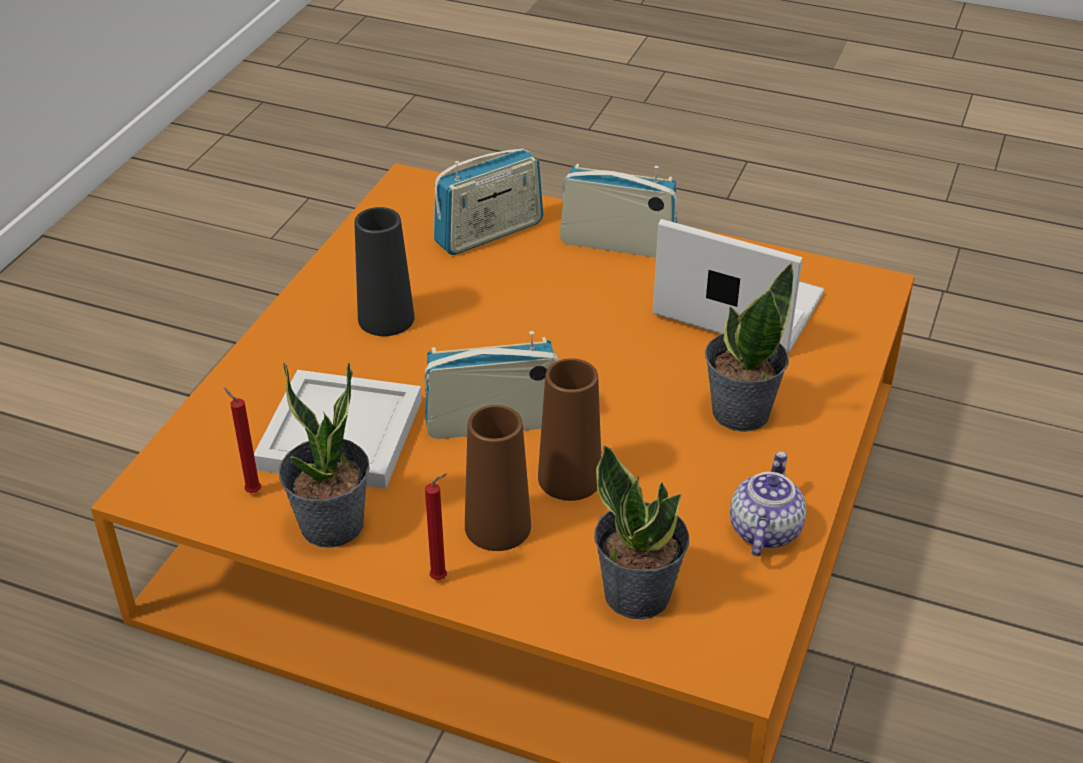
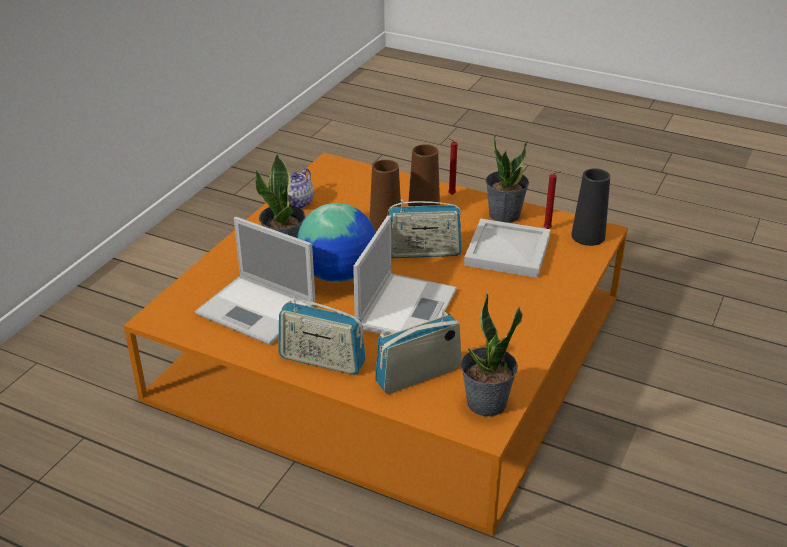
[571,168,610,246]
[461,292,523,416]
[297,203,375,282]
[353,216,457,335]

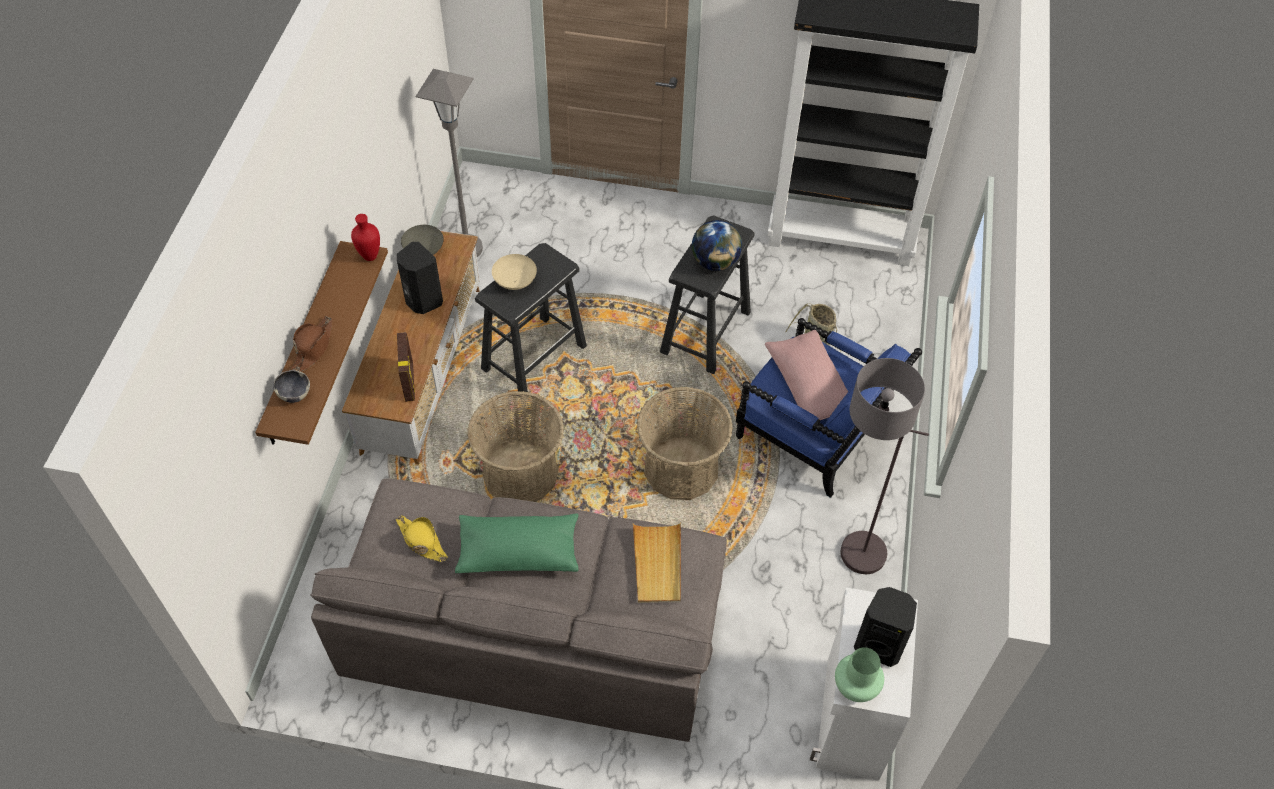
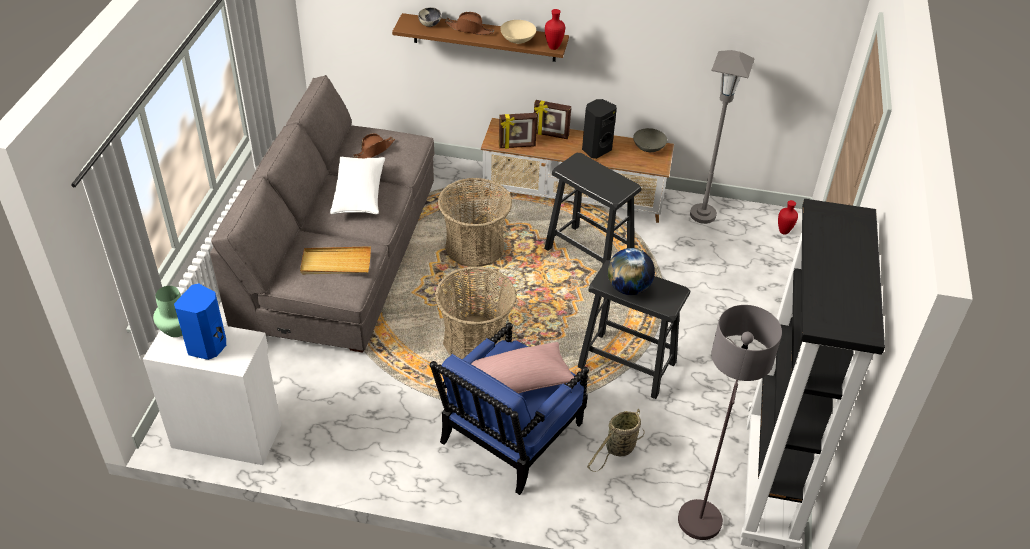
[353,133,395,158]
[330,157,385,214]
[500,20,536,44]
[678,305,782,540]
[174,284,226,360]
[534,100,571,139]
[778,200,798,234]

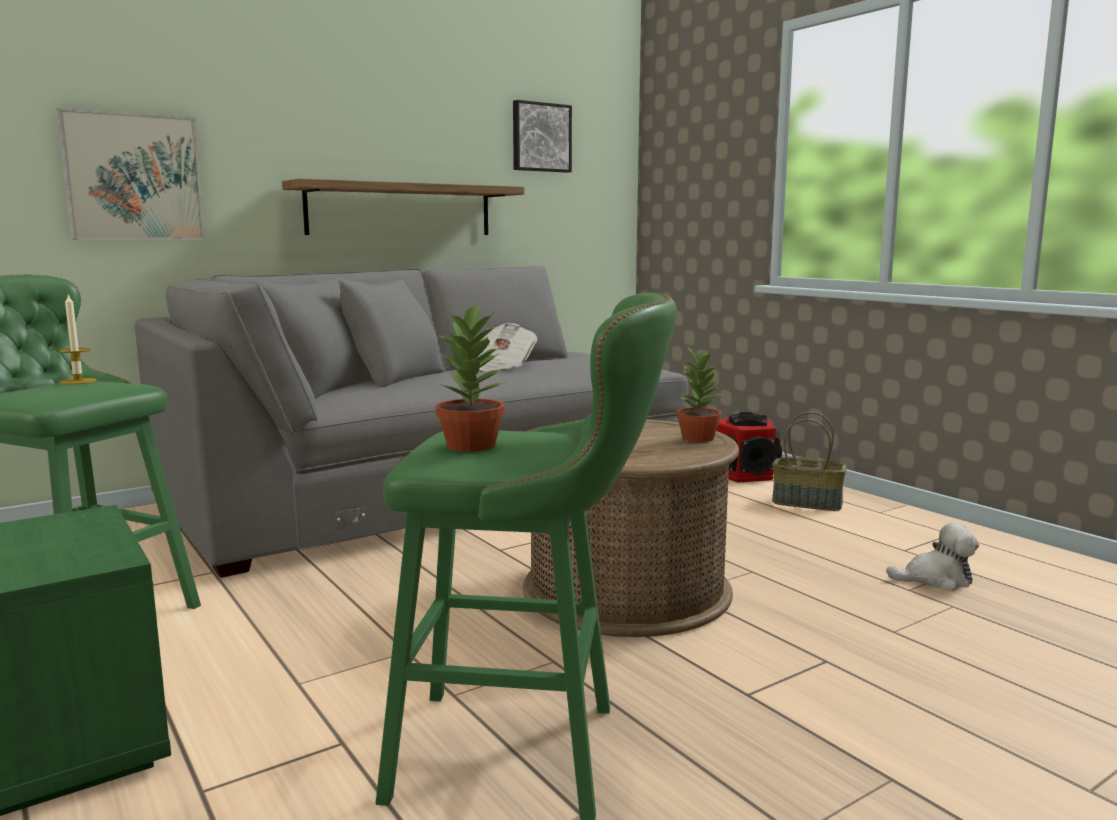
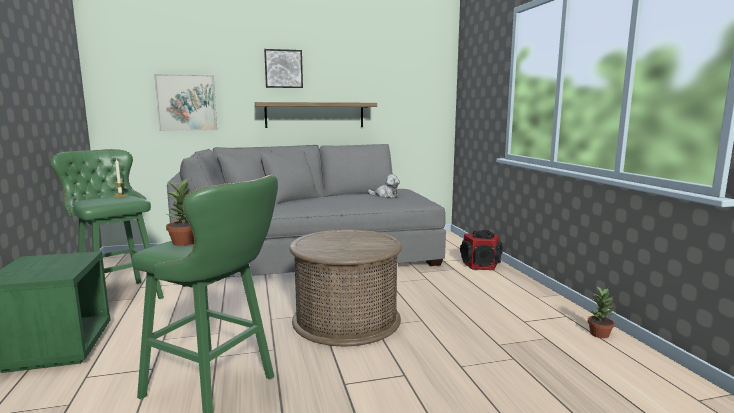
[477,323,538,371] (first image)
[264,49,303,88]
[588,287,615,338]
[772,412,847,511] (first image)
[368,174,400,198]

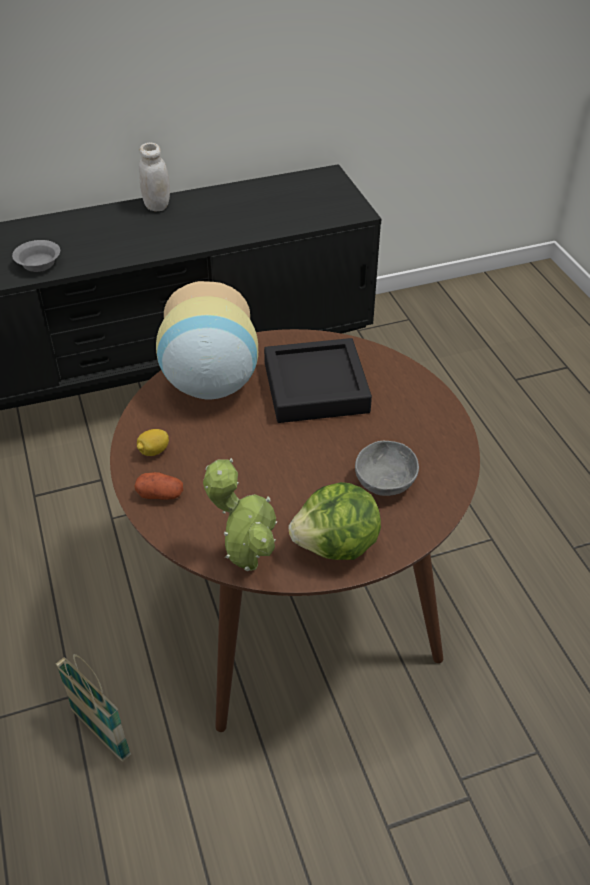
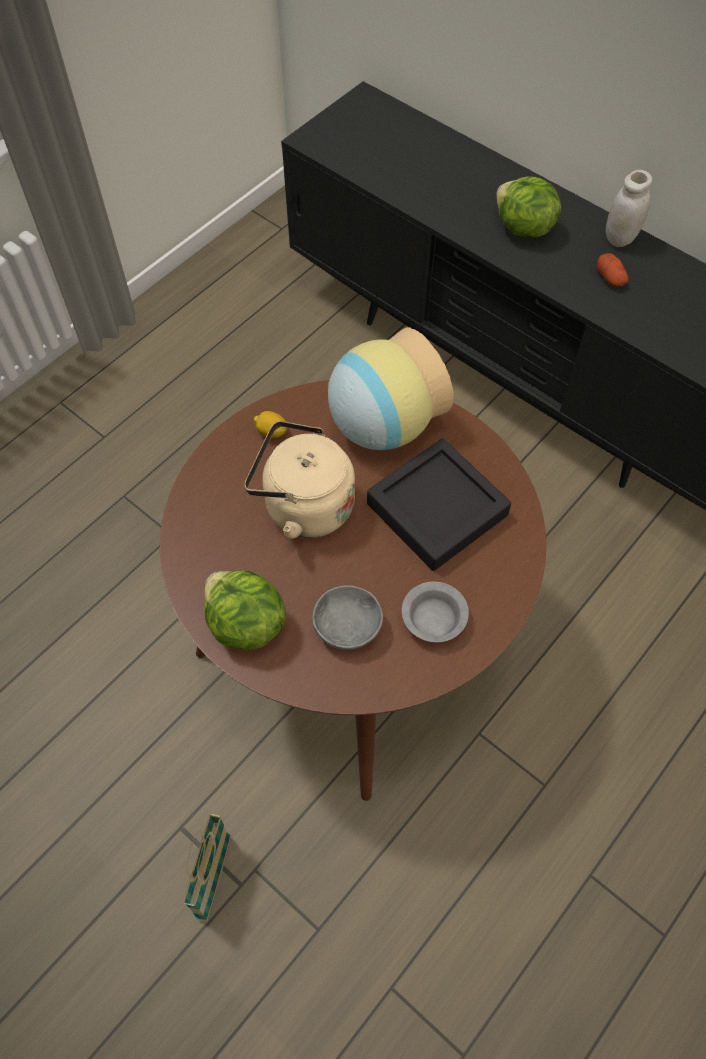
[402,582,469,642]
[183,812,231,922]
[597,253,628,287]
[203,458,277,571] (first image)
[244,421,355,539]
[496,177,561,237]

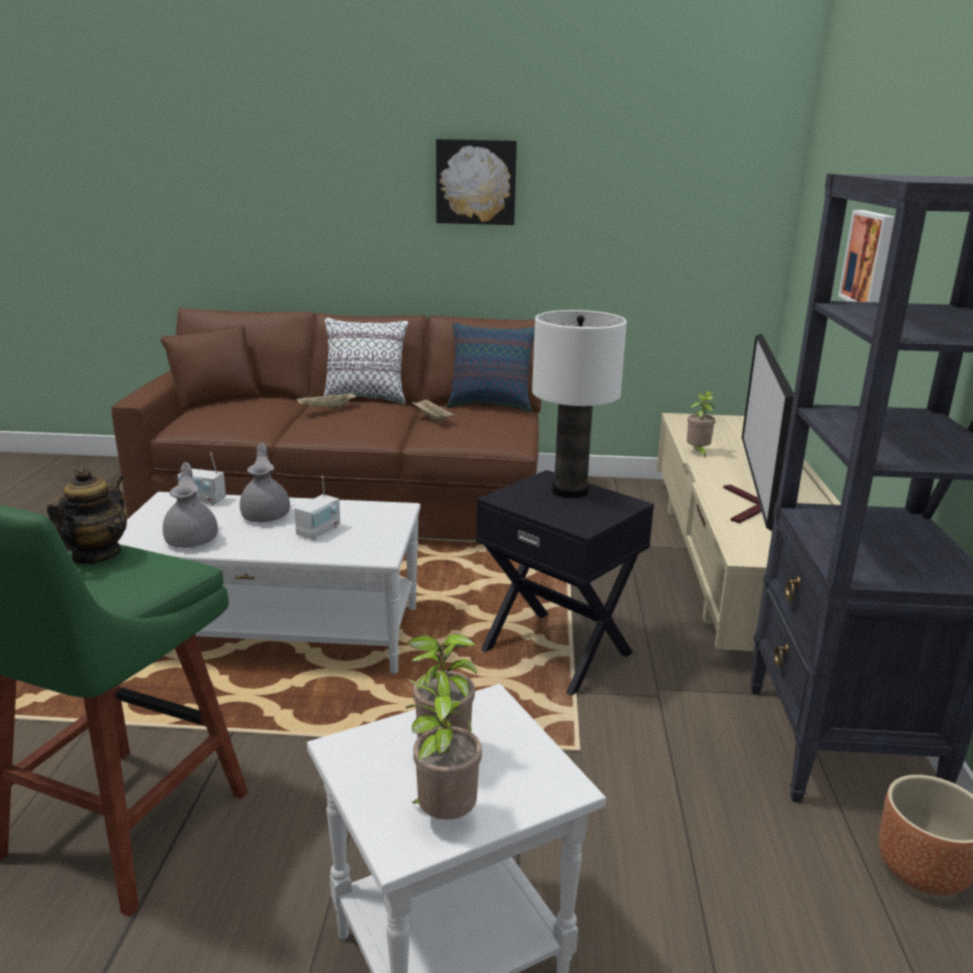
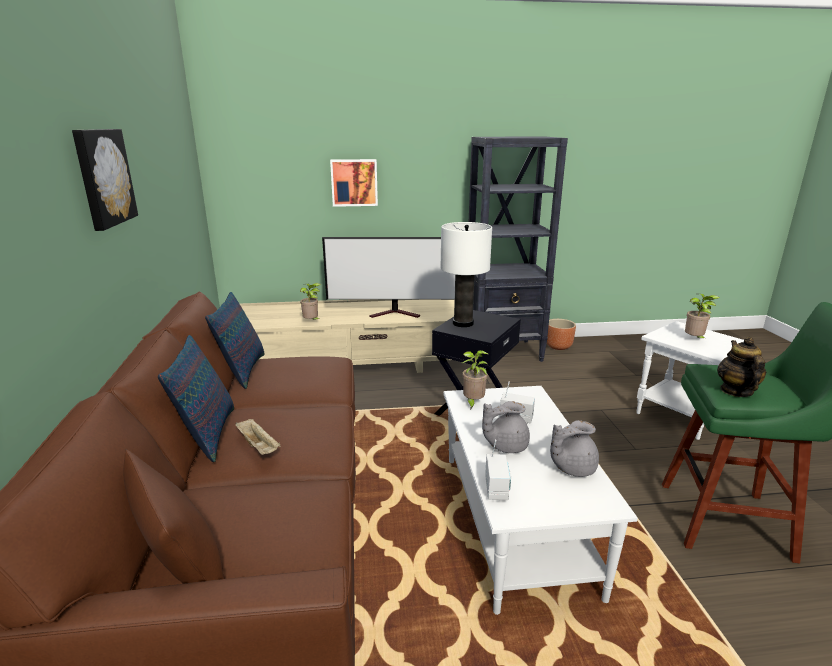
[717,337,766,397]
[158,335,234,462]
[462,350,488,410]
[412,399,454,422] (first image)

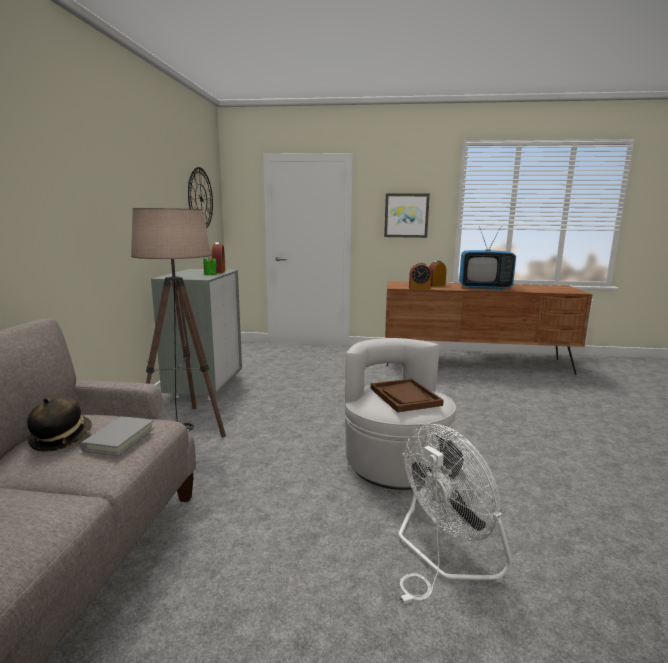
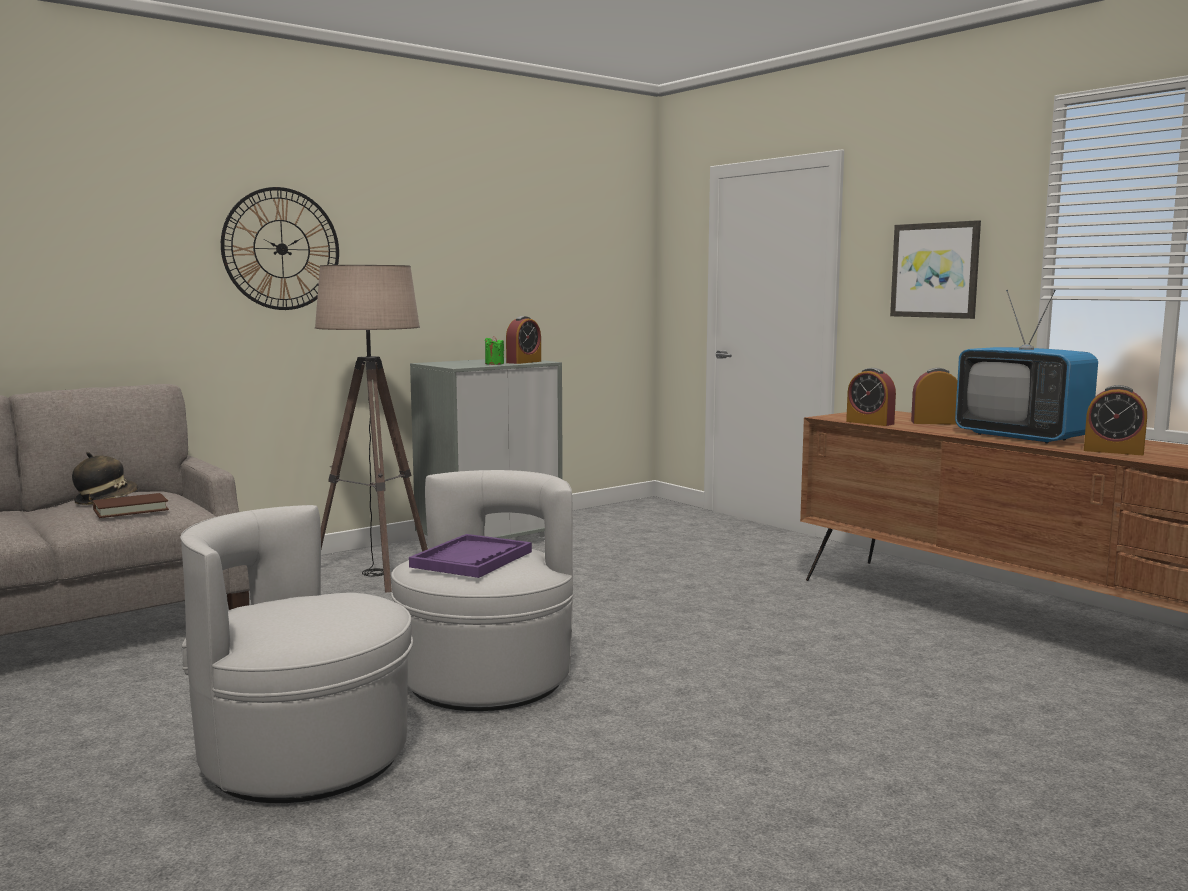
[93,493,169,518]
[221,187,339,310]
[409,534,532,578]
[180,505,413,803]
[1084,385,1147,455]

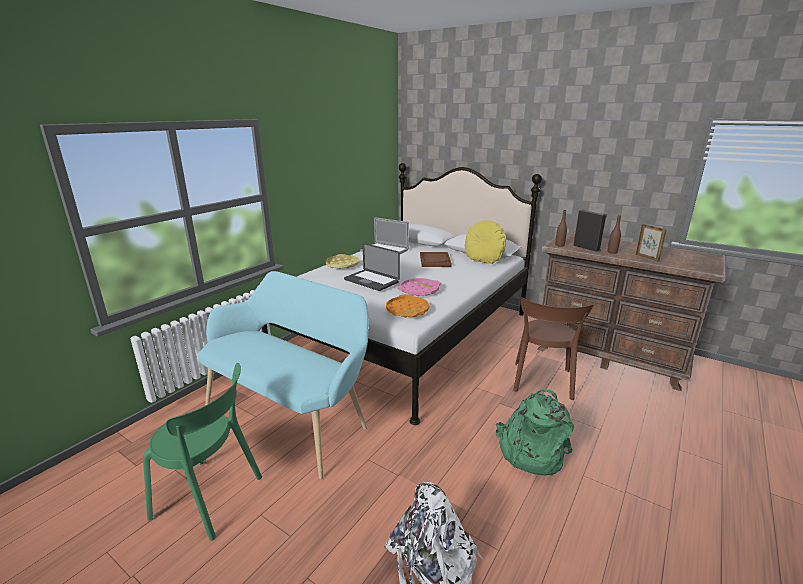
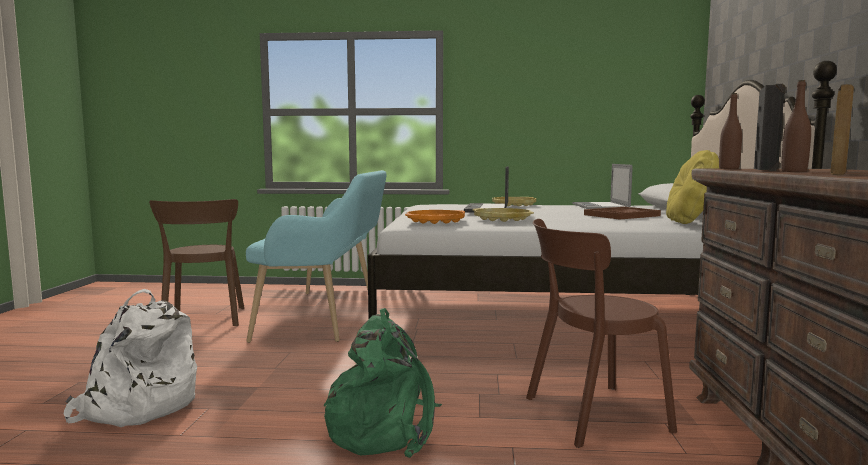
[149,199,244,326]
[472,208,534,222]

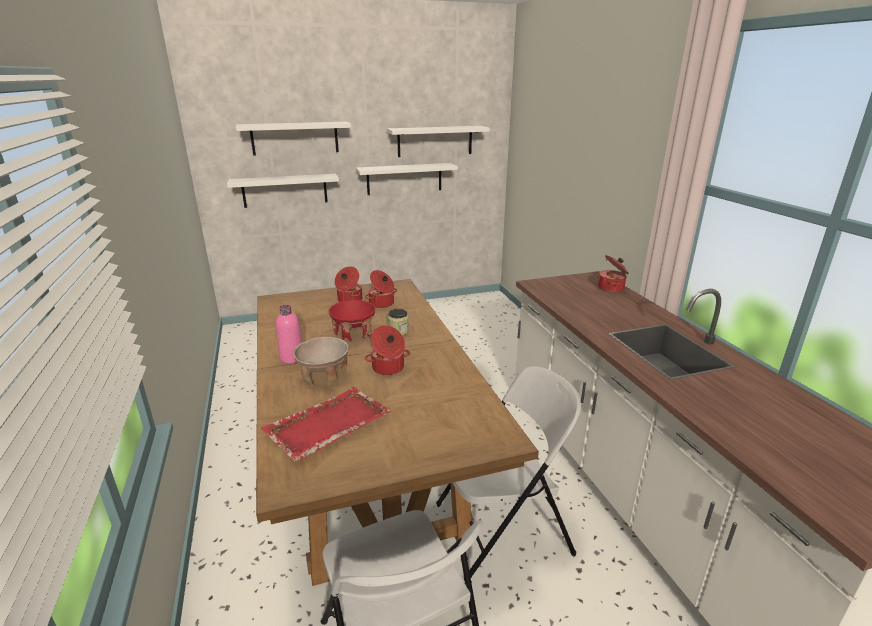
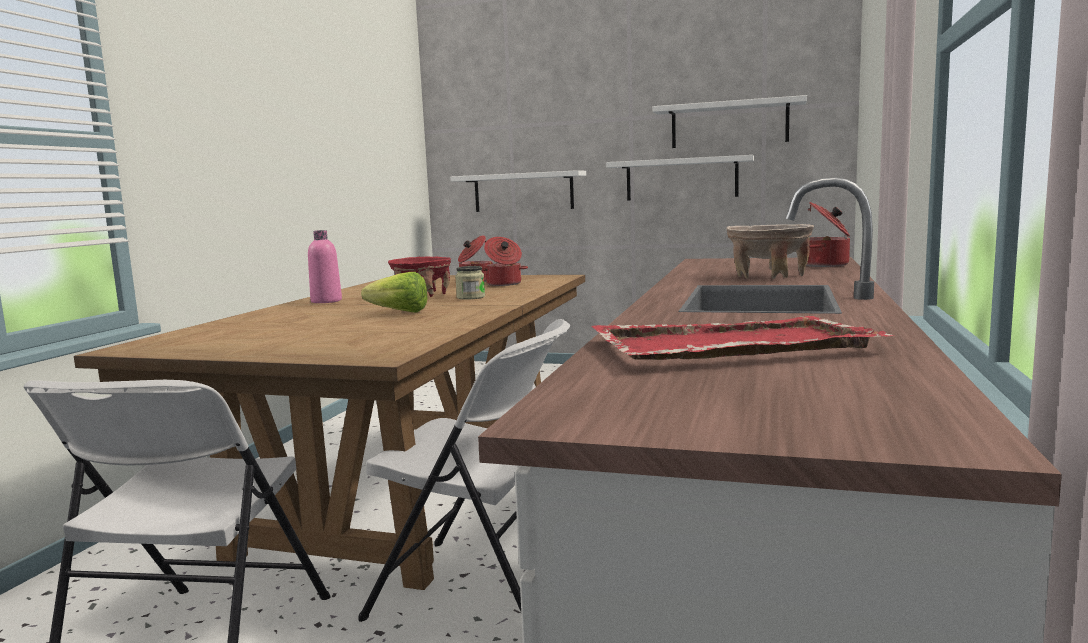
[236,122,351,156] (first image)
[591,316,895,360]
[726,224,814,279]
[361,272,428,312]

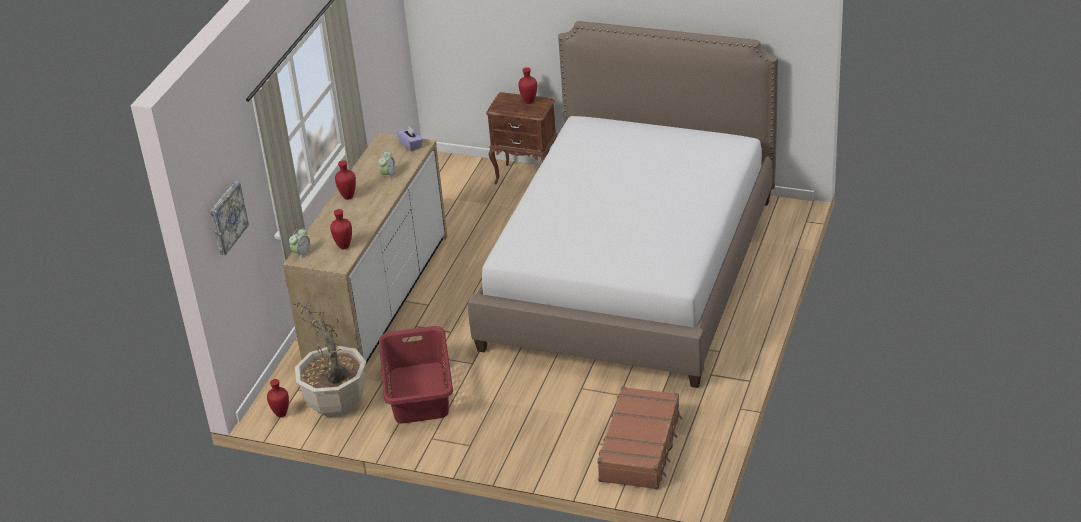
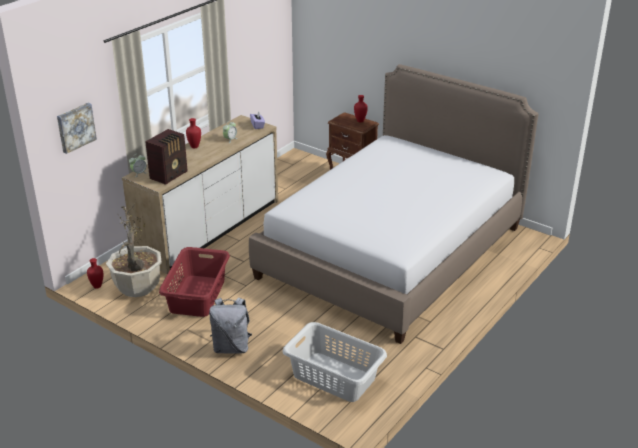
[146,129,188,185]
[283,322,387,402]
[209,297,252,354]

